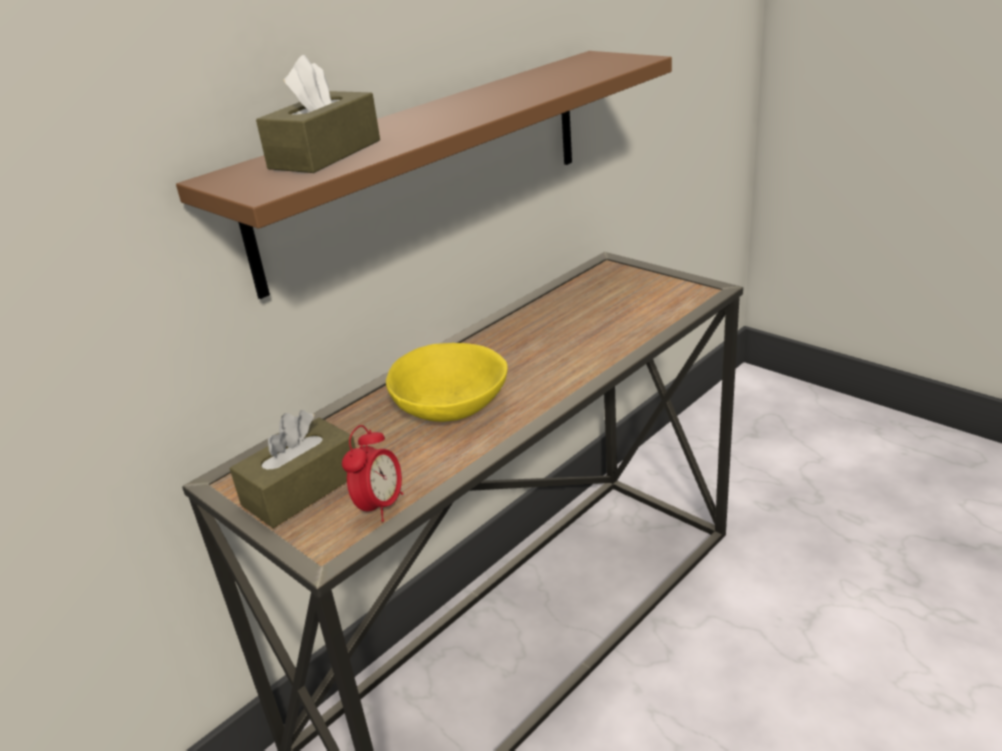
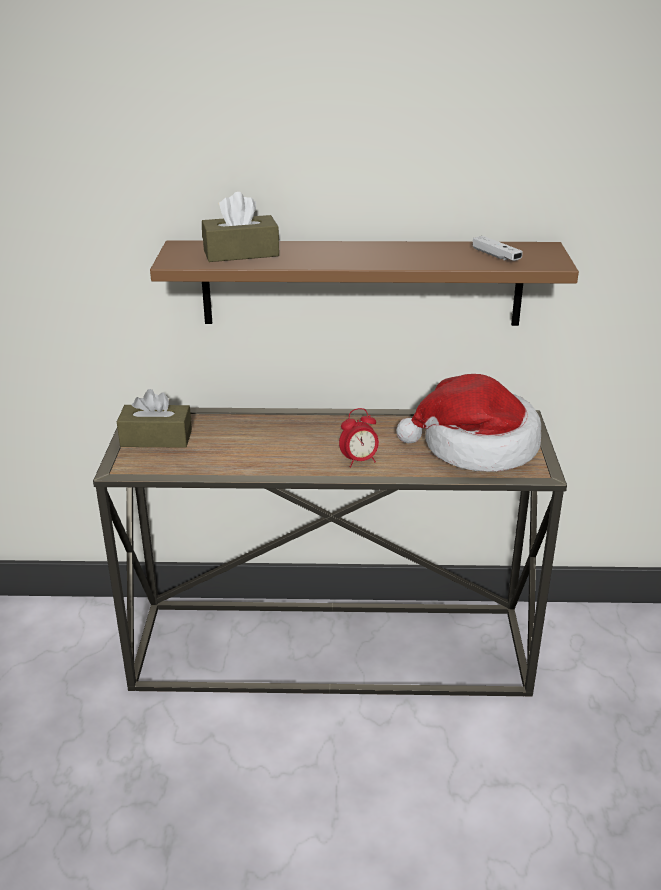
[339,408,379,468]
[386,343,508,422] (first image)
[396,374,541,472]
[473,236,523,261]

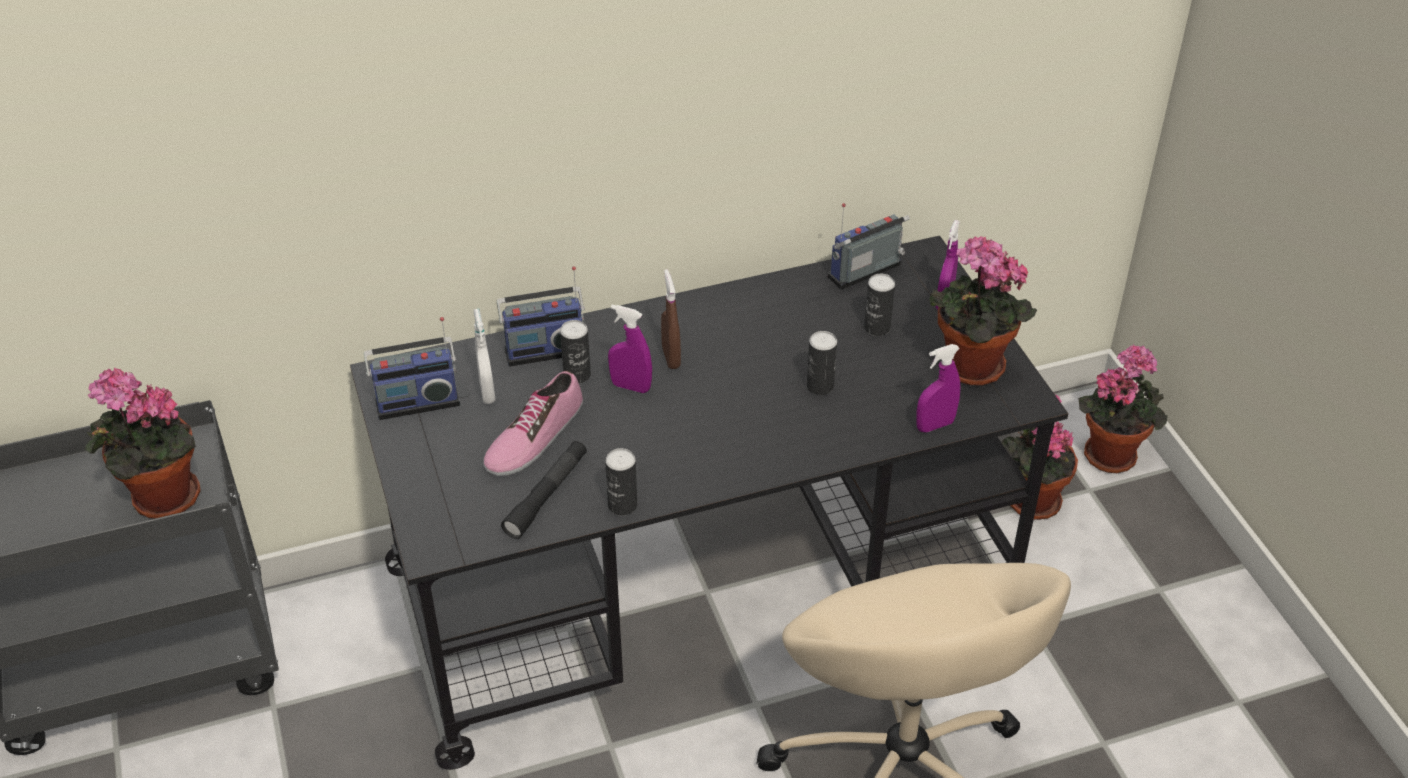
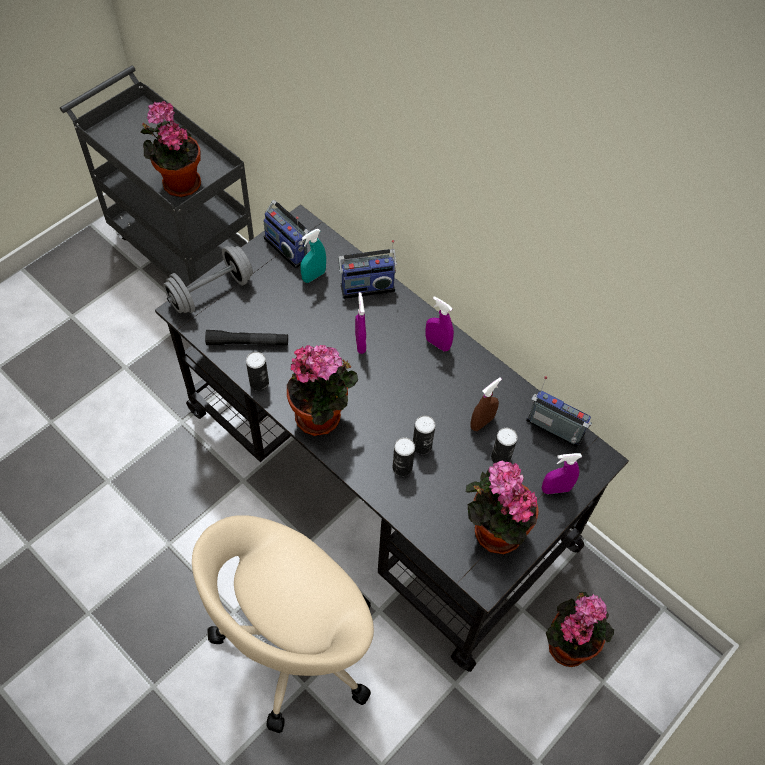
[301,229,326,283]
[483,371,583,476] (first image)
[338,240,397,299]
[393,437,415,476]
[470,377,502,431]
[426,296,454,352]
[287,345,358,436]
[163,246,253,313]

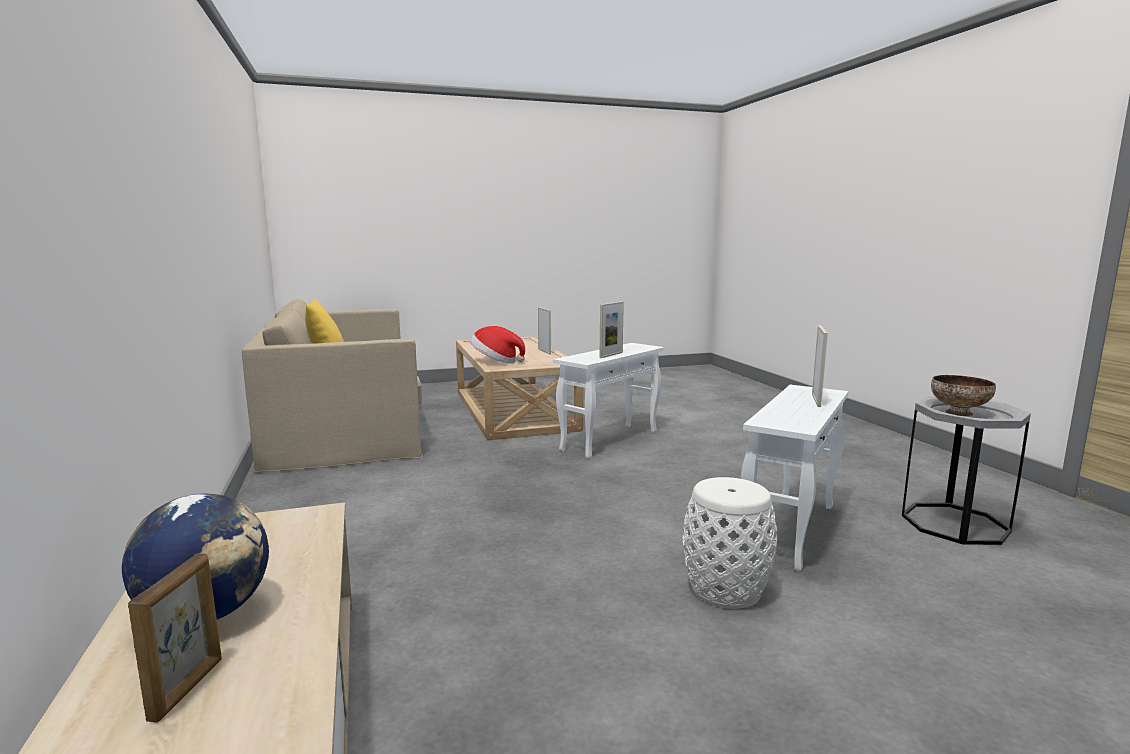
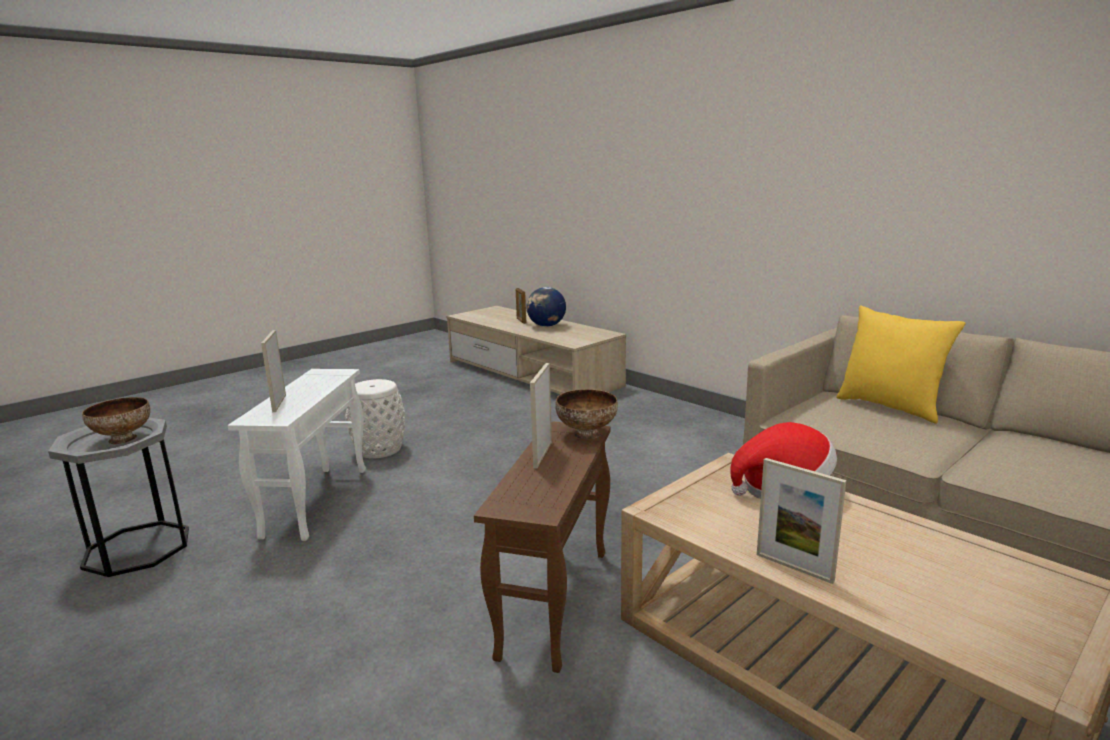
[474,421,611,673]
[555,389,618,439]

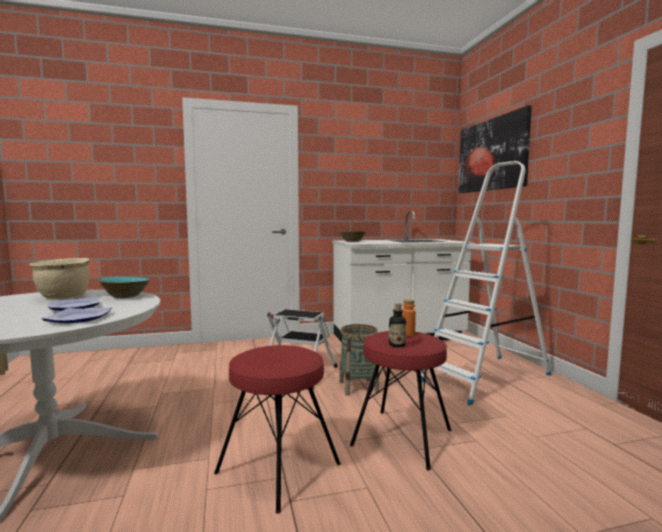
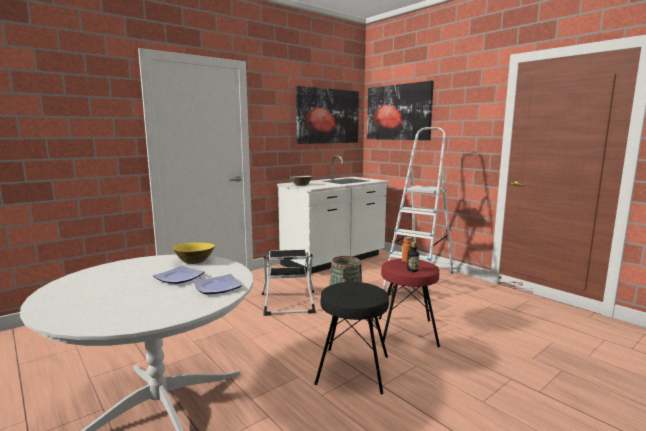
[29,258,90,299] (first image)
[173,242,215,264]
[314,282,389,394]
[296,86,359,144]

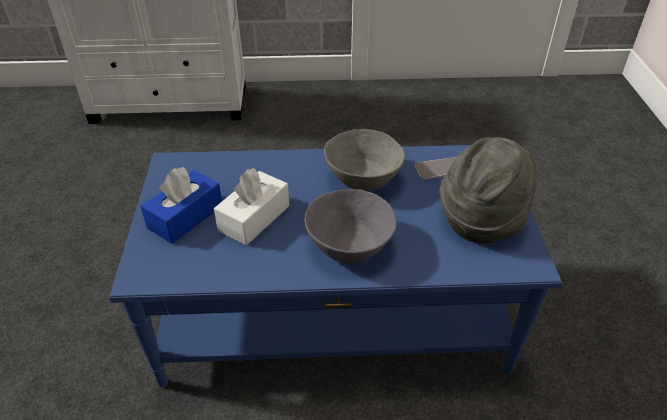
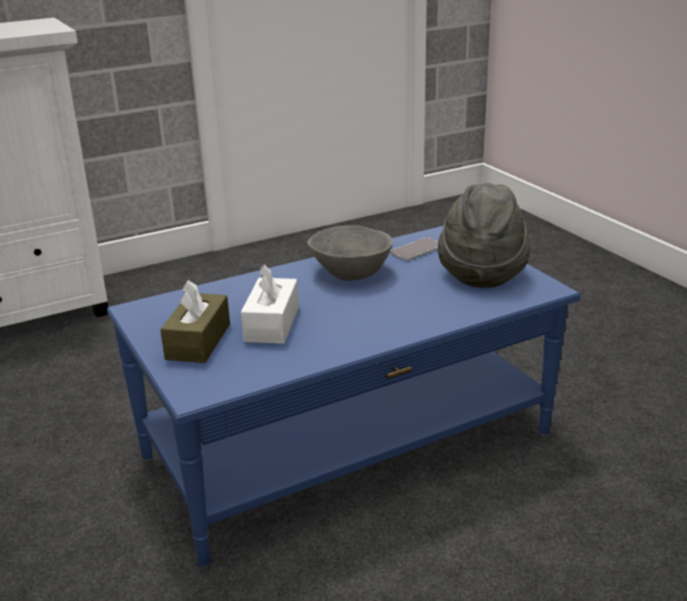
[160,280,230,363]
[304,189,396,264] (first image)

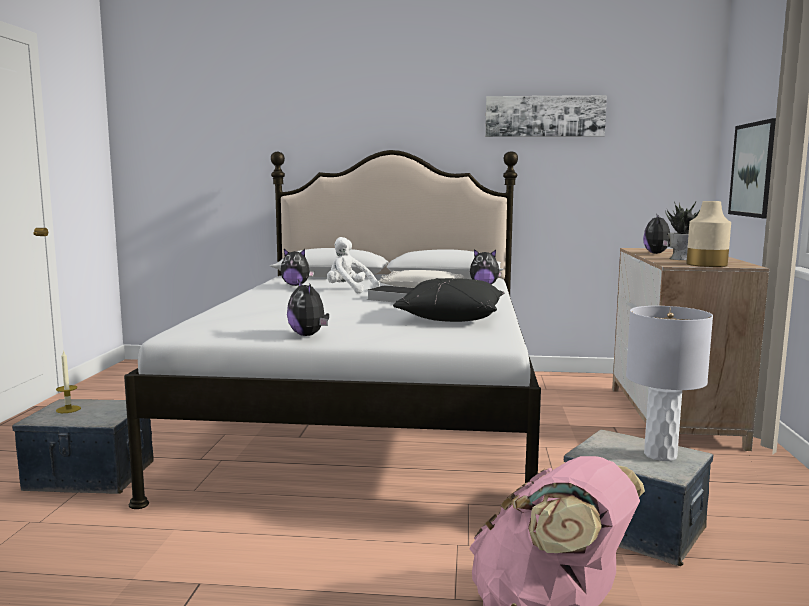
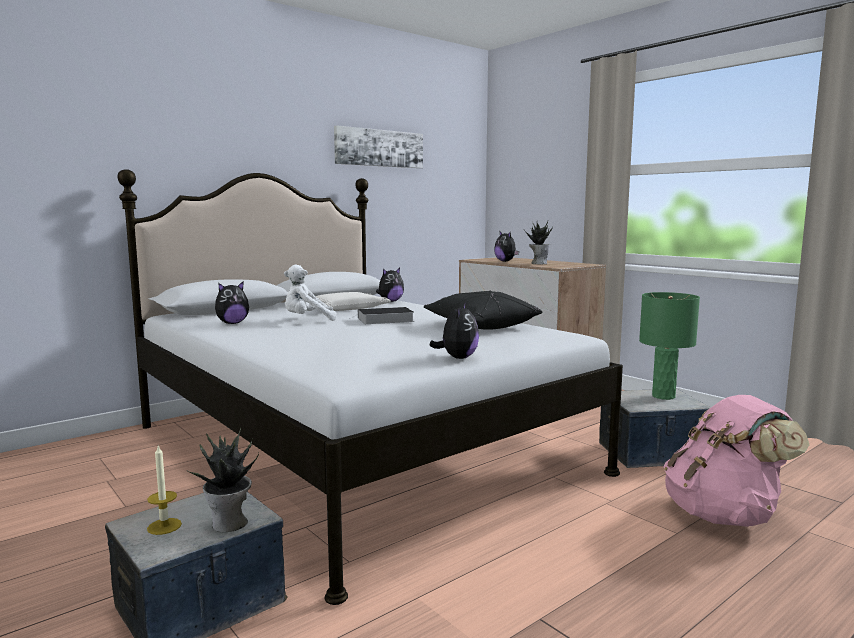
[430,302,479,359]
[639,292,700,400]
[686,201,731,267] (first image)
[728,118,776,218] (first image)
[188,428,259,532]

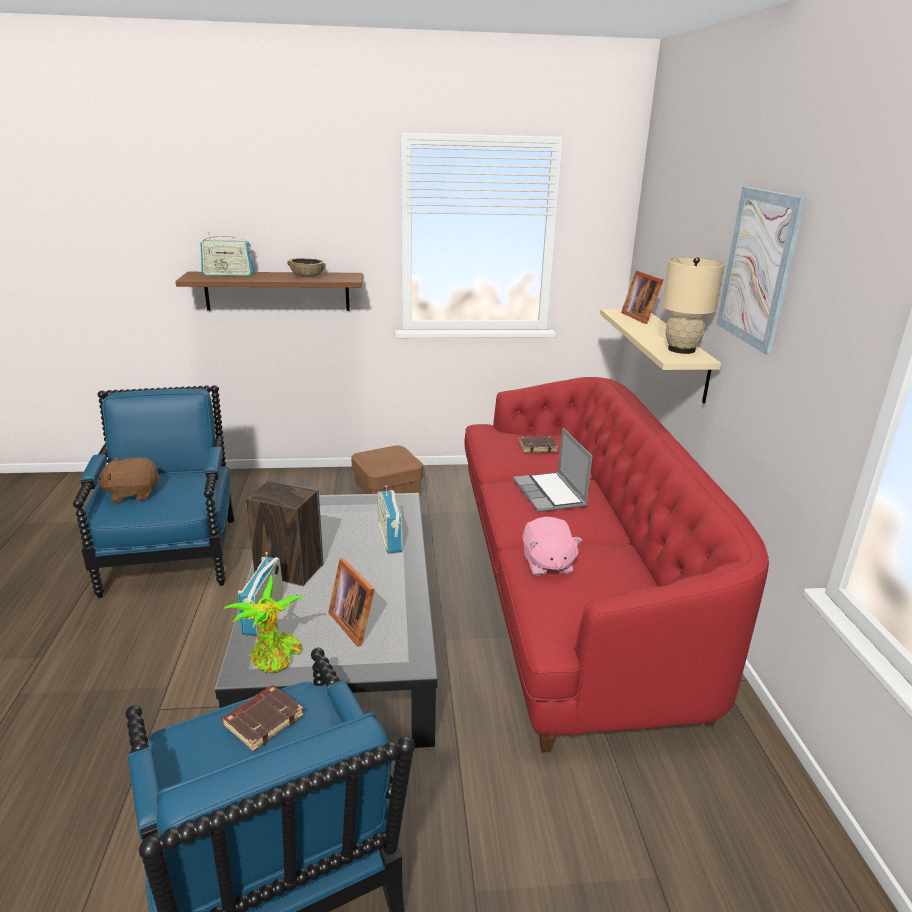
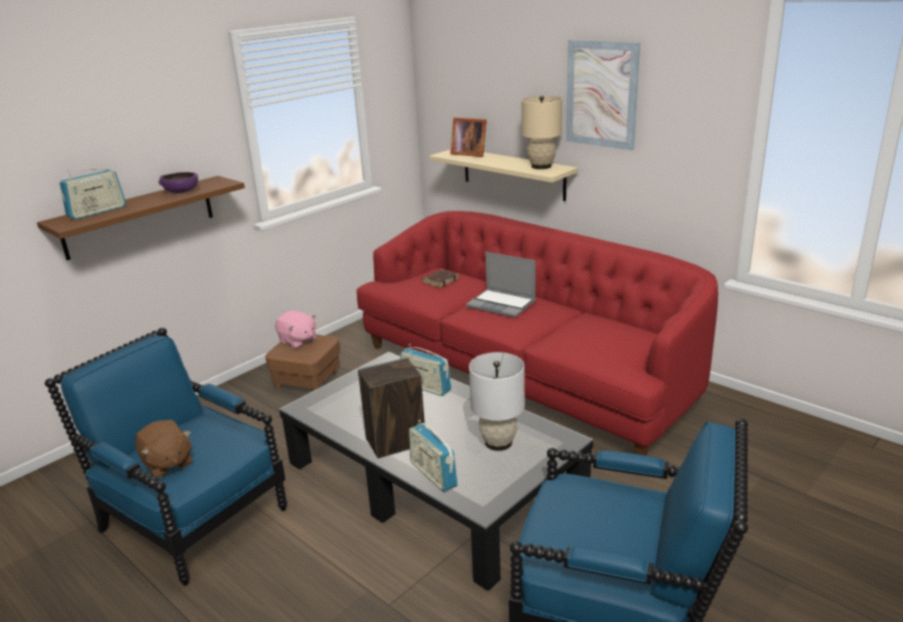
[135,420,192,478]
[222,685,304,751] (first image)
[223,575,305,673] (first image)
[159,172,198,193]
[469,352,525,451]
[275,311,316,348]

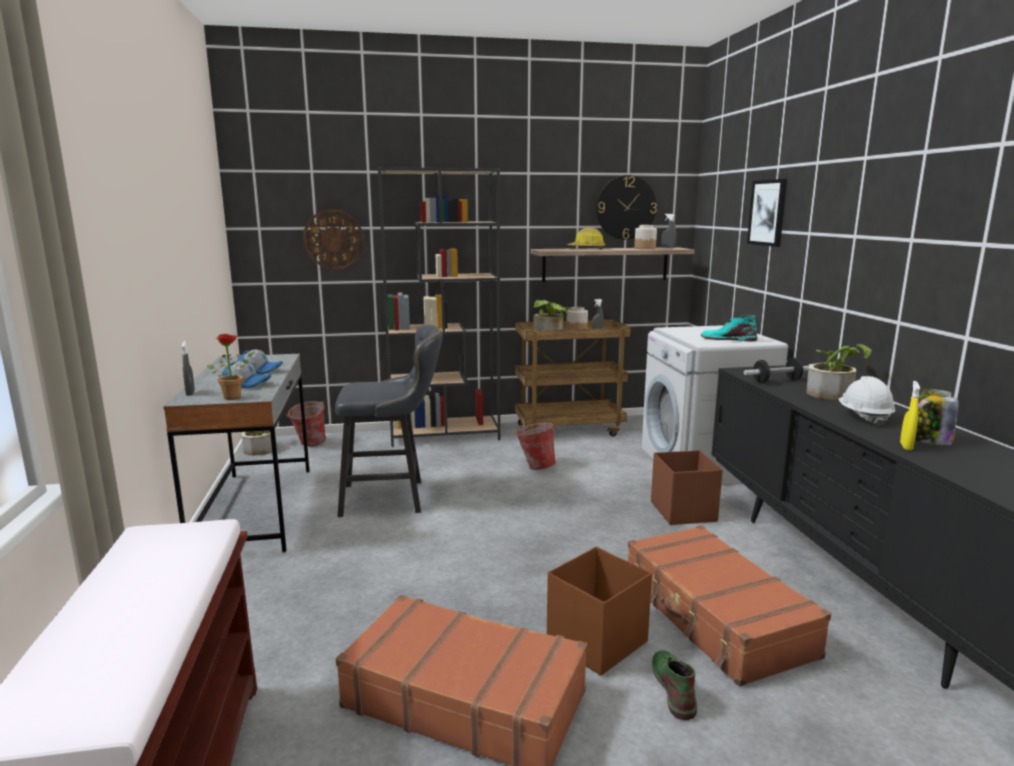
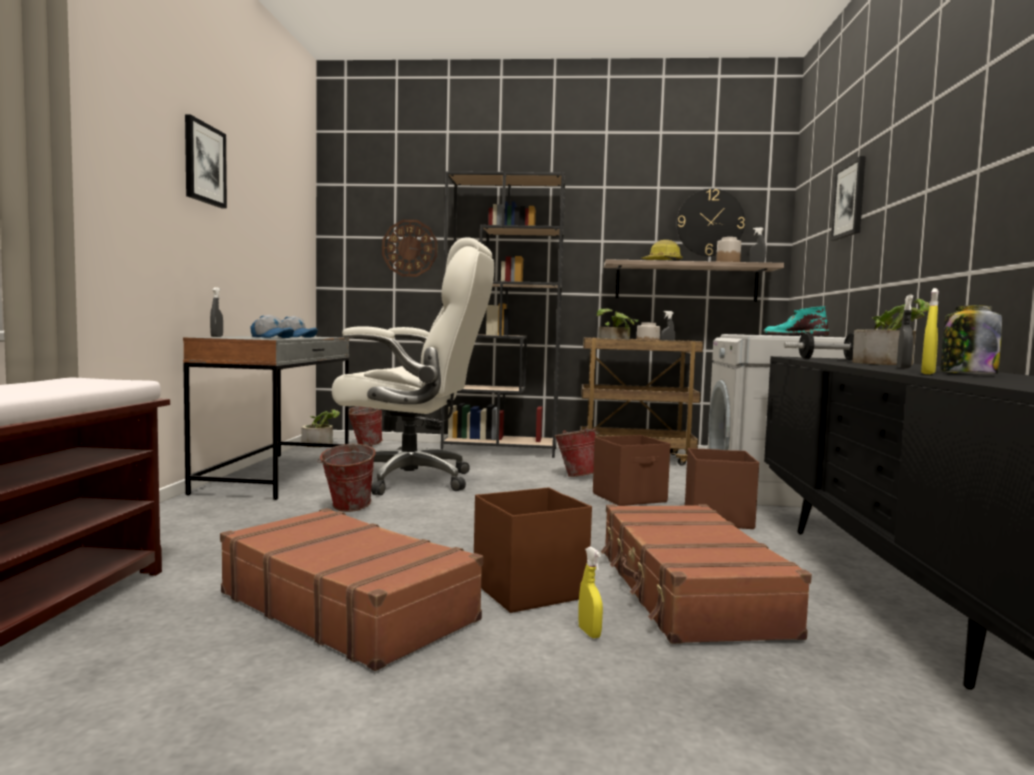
[207,334,255,400] (first image)
[332,238,494,495]
[578,547,603,638]
[897,295,913,368]
[185,115,227,209]
[317,442,376,512]
[593,435,670,506]

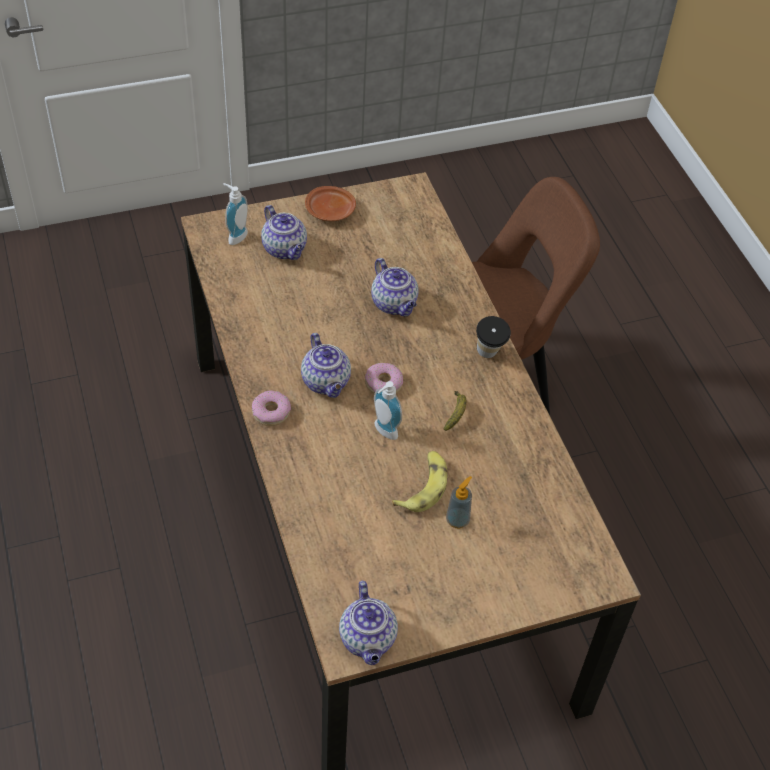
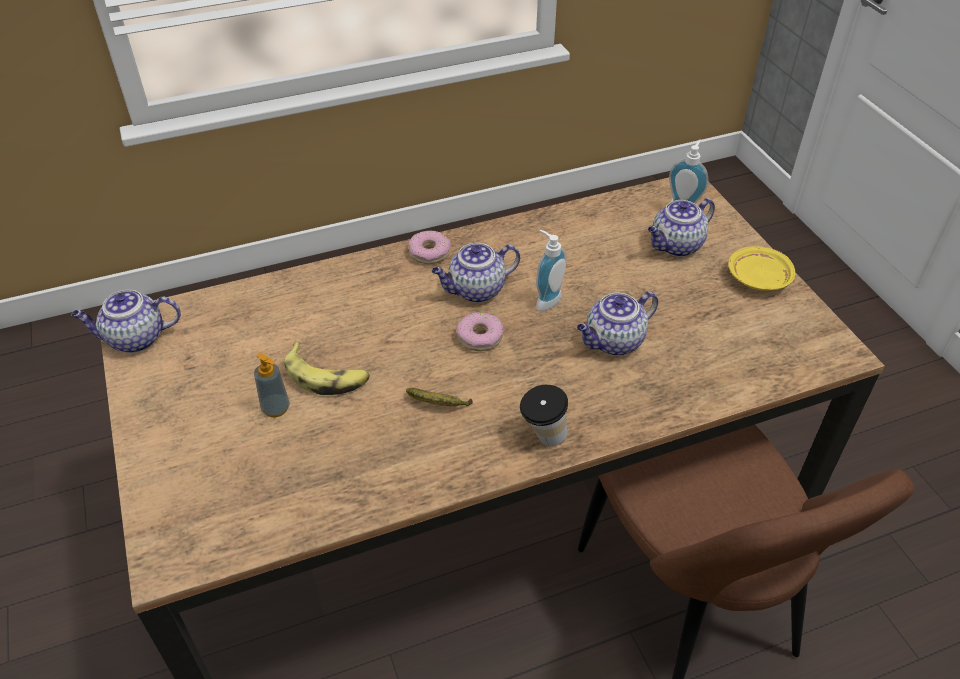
[728,246,795,291]
[536,230,566,311]

